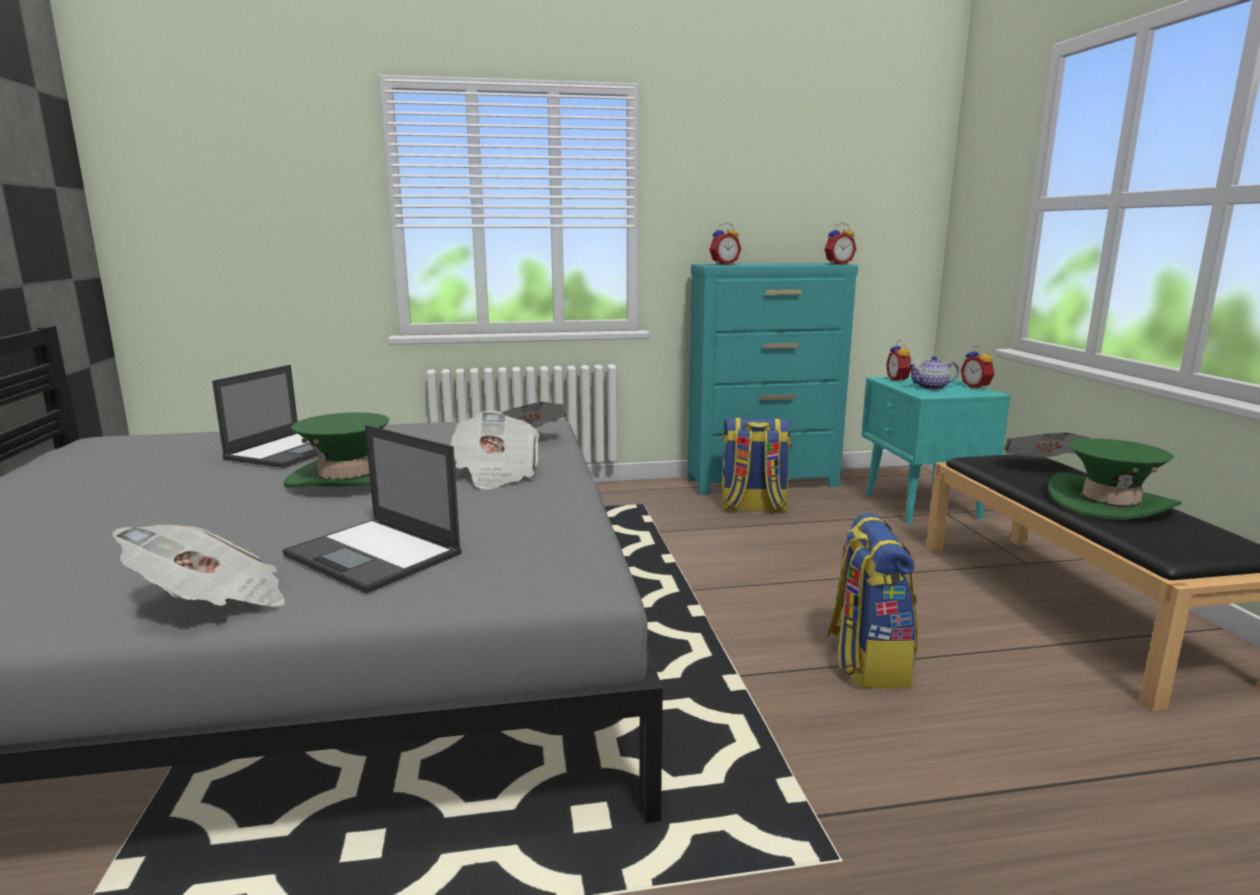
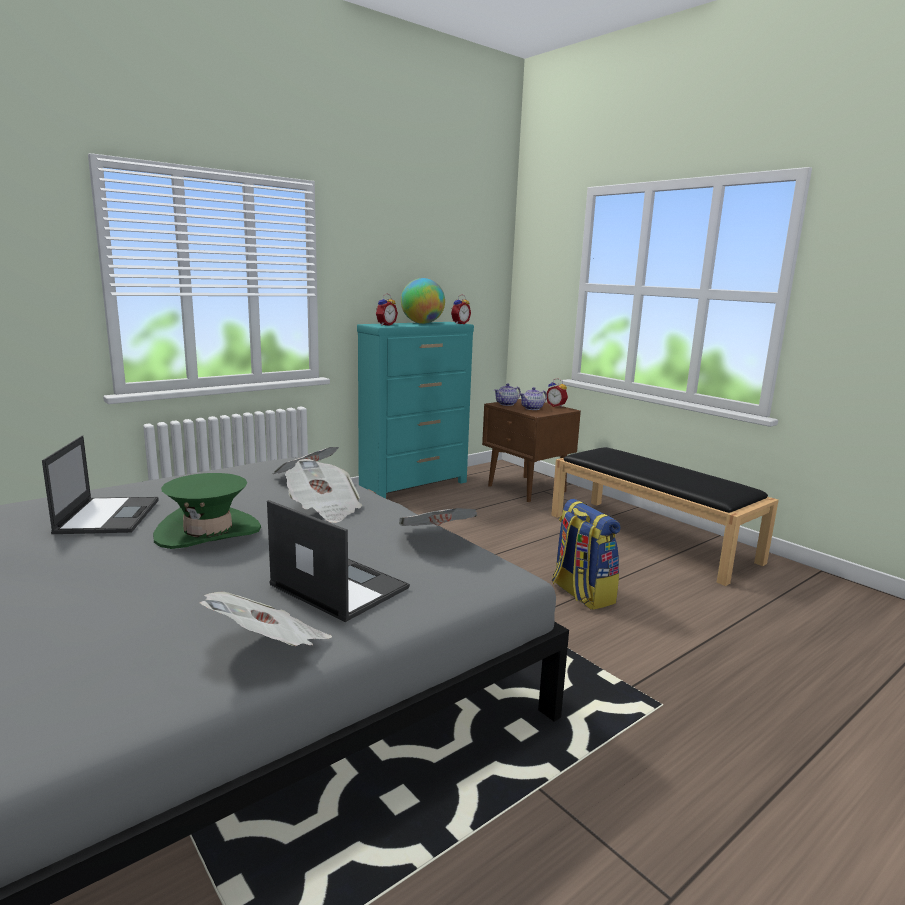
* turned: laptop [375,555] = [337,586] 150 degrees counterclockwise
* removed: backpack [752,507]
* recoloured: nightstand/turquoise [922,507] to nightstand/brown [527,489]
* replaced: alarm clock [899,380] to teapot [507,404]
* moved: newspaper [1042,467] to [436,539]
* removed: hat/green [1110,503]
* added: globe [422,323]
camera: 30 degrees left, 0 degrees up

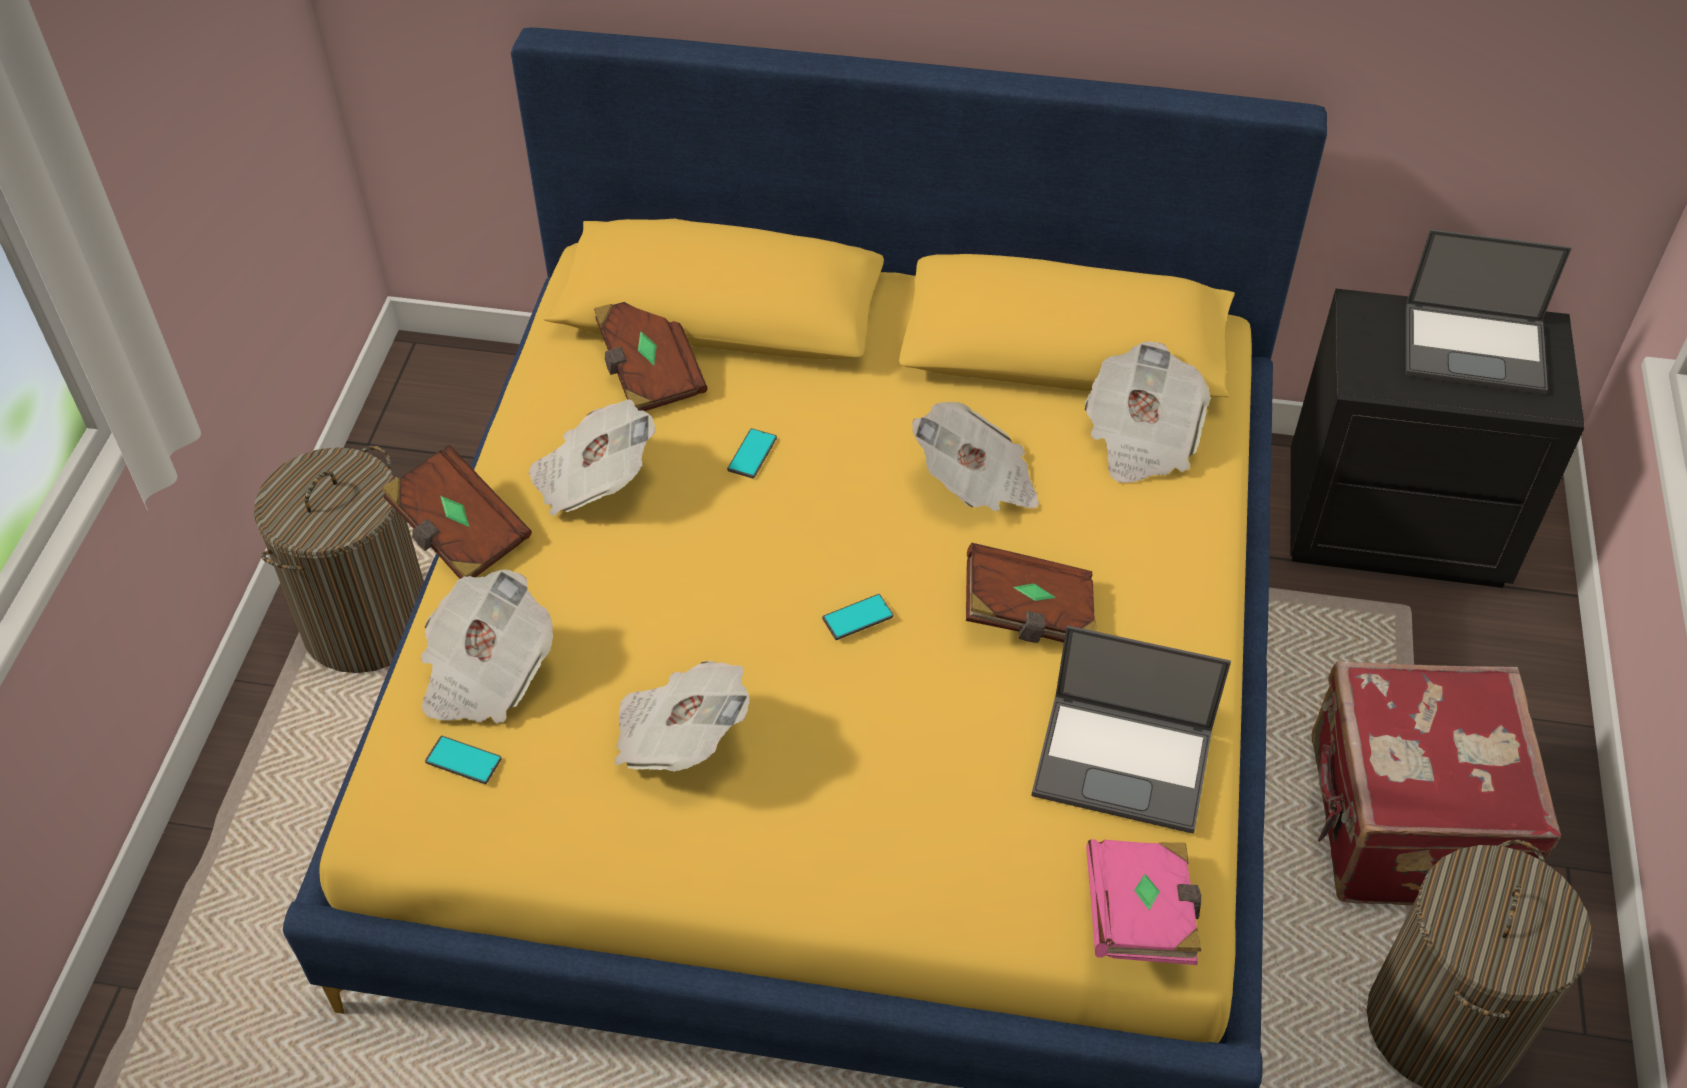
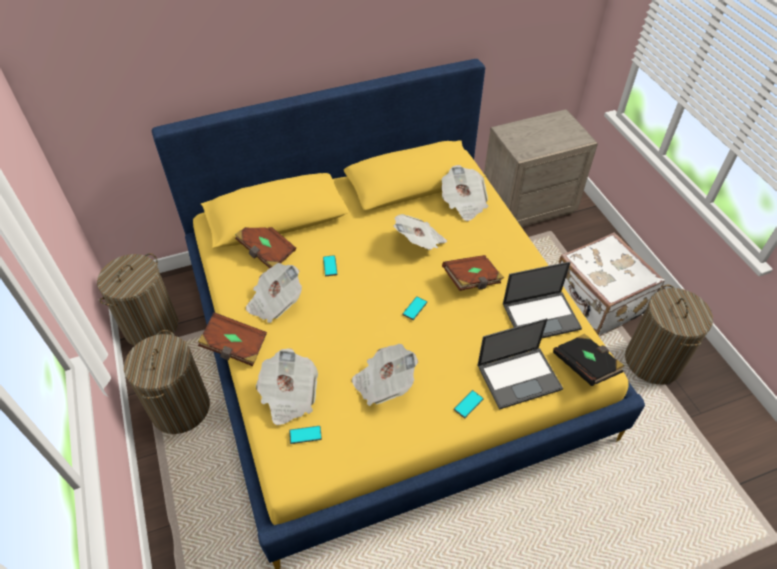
* recoloured: book/pink [1140,915] to book/black [585,366]
* recoloured: nightstand/black [1394,521] to nightstand/beige [527,205]
* recoloured: suitcase/red [1404,824] to suitcase/white [598,302]
* moved: laptop [1476,348] to [520,376]
* added: laundry basket [151,326]
* added: phone [468,404]
camera: 30 degrees left, 0 degrees up

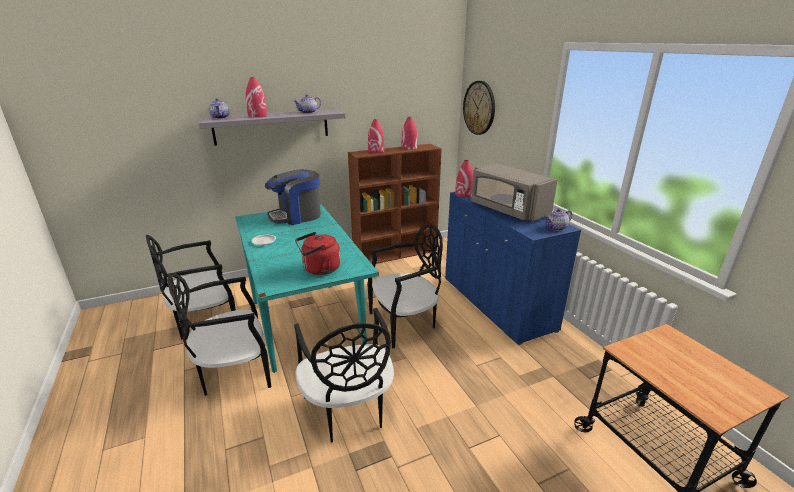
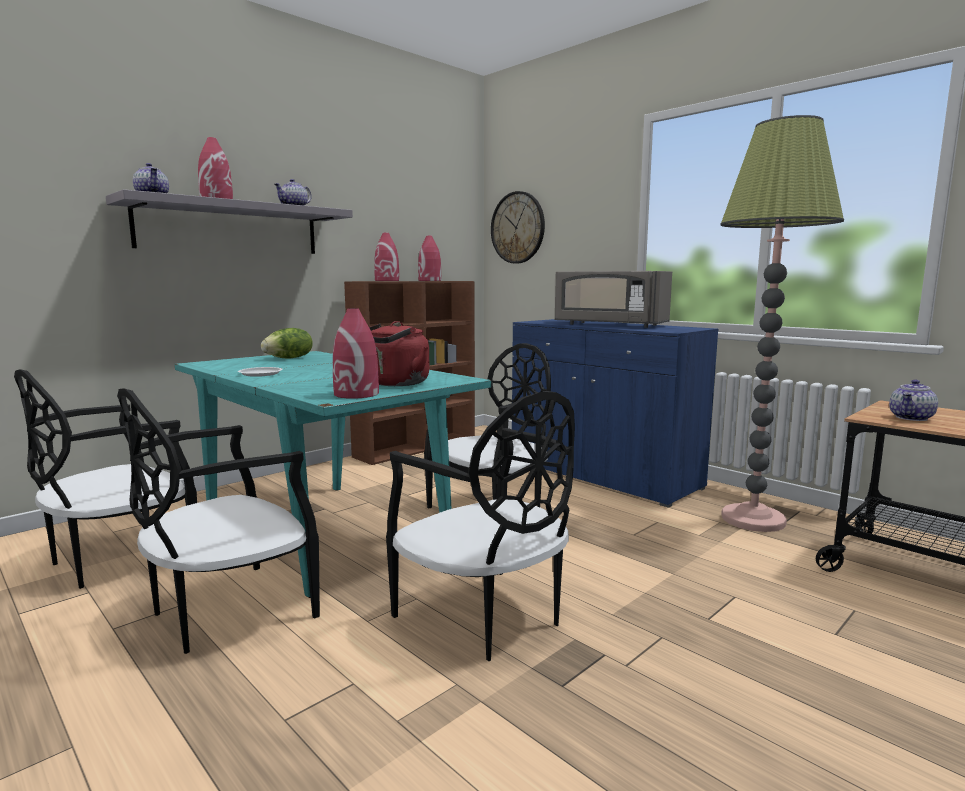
* replaced: coffee machine [296,216] to lettuce [289,358]
* moved: vase/red [464,194] to [356,394]
* moved: teapot [556,228] to [911,418]
* added: floor lamp [753,519]
camera: 20 degrees left, 15 degrees down

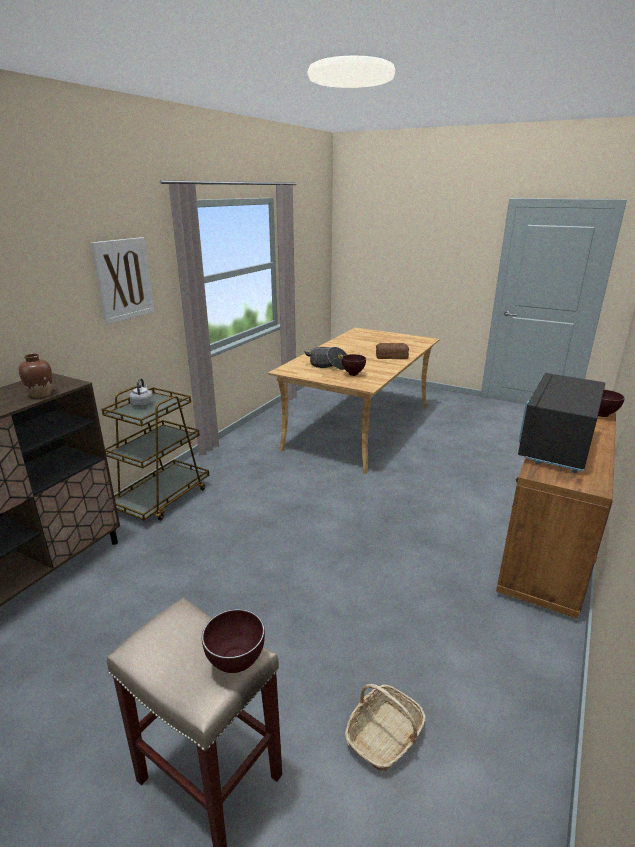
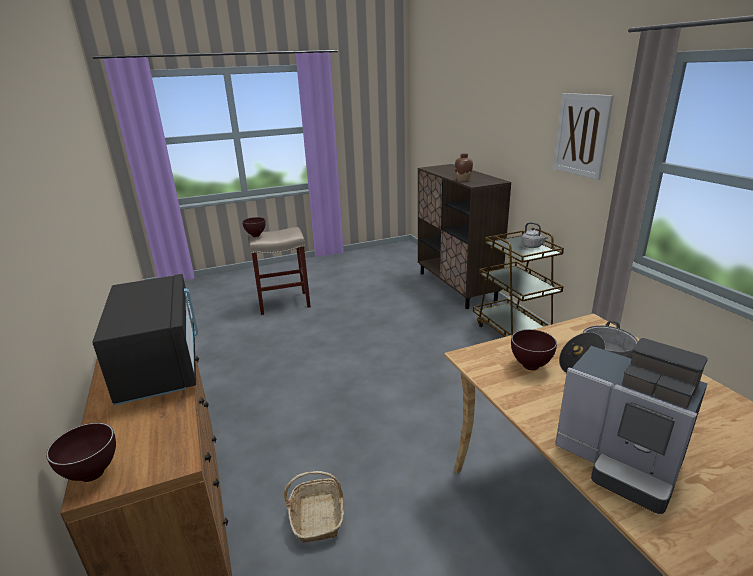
* moved: basket [384,736] to [317,516]
* replaced: bread [391,356] to coffee machine [620,462]
camera: 130 degrees right, 0 degrees up

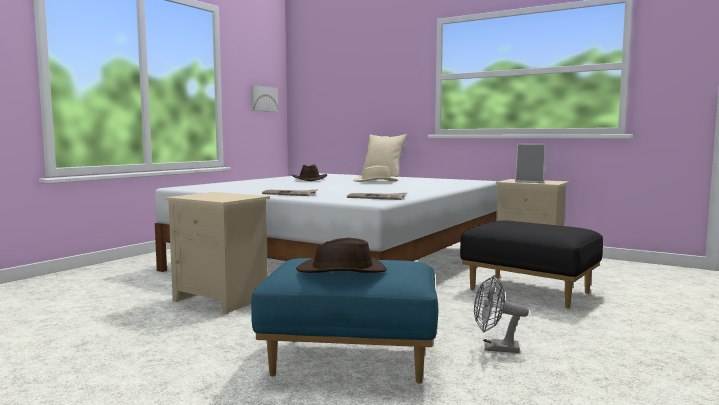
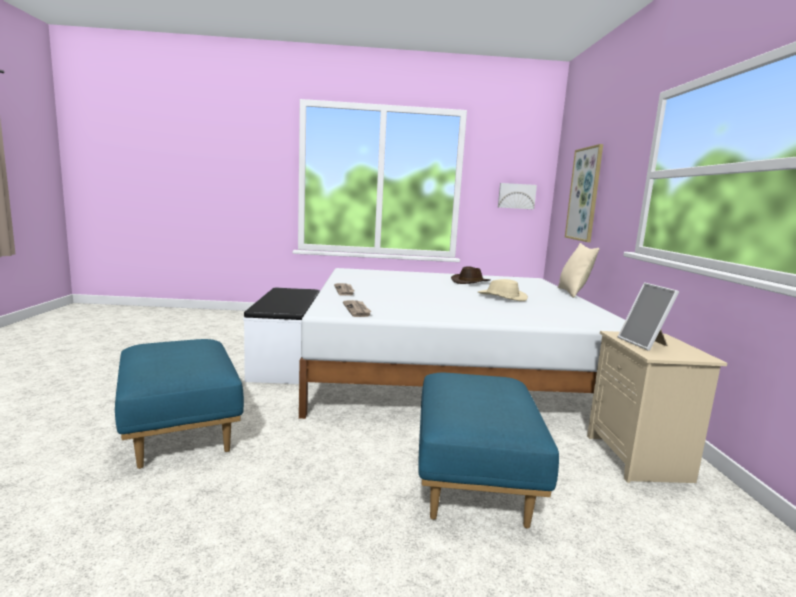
* replaced: nightstand/beige [223,299] to bench/white [287,361]
* removed: hat/brown [342,271]
* recoloured: ottoman/black [530,291] to ottoman/blue [475,481]
* removed: fan/grey [495,348]
* added: picture [584,194]
camera: 55 degrees right, 5 degrees up

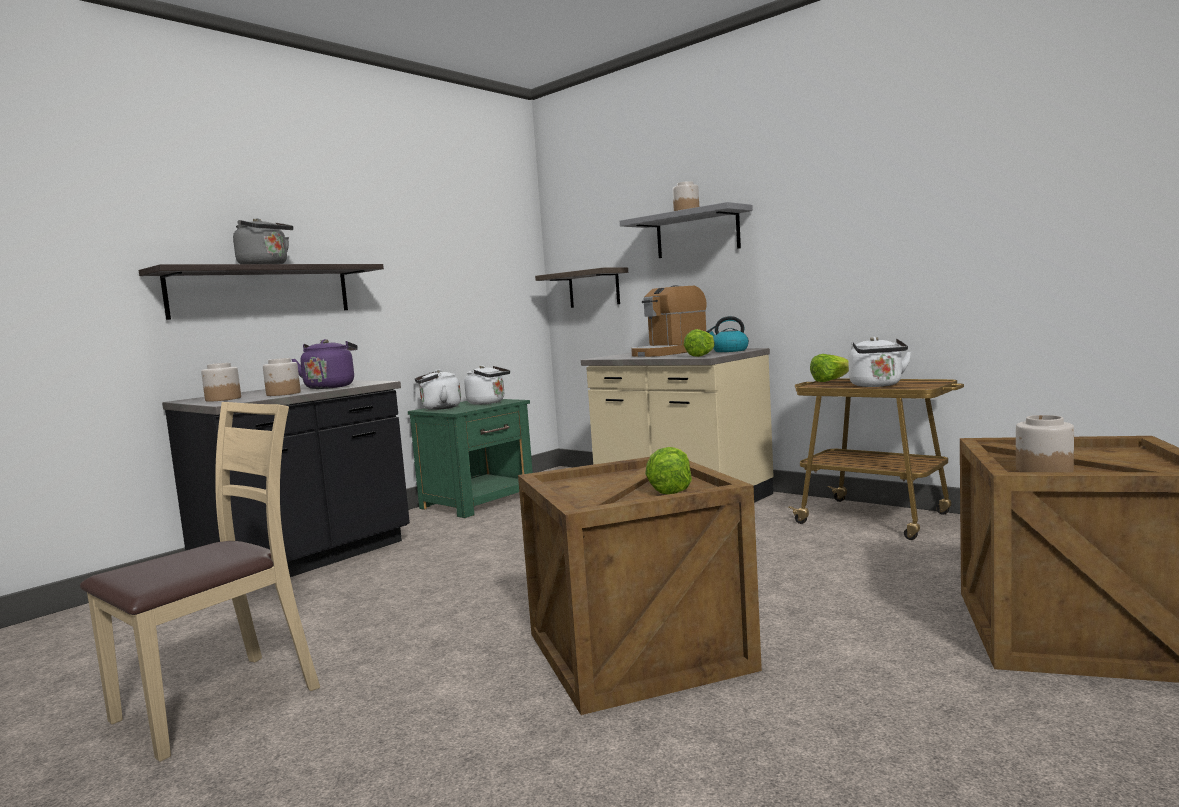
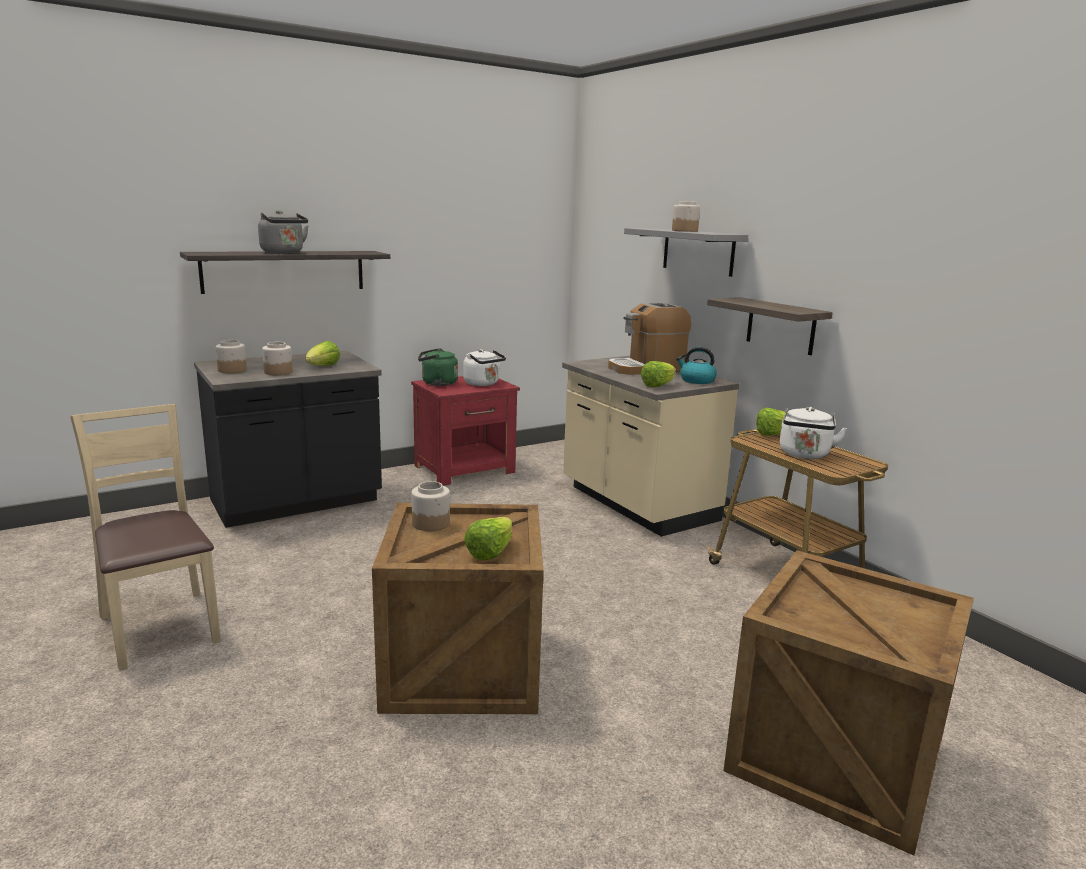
* turned: chair/beige [219,702] = [160,627] 90 degrees counterclockwise
* replaced: kettle/purple [330,387] to lettuce [322,367]
* recoloured: nightstand/green [479,502] to nightstand/red [466,469]
* recoloured: kettle/white [438,408] to kettle/green [437,383]
* moved: shelf [594,288] to [780,326]
* moved: jar [1043,470] to [431,523]
camera: 15 degrees right, 10 degrees up

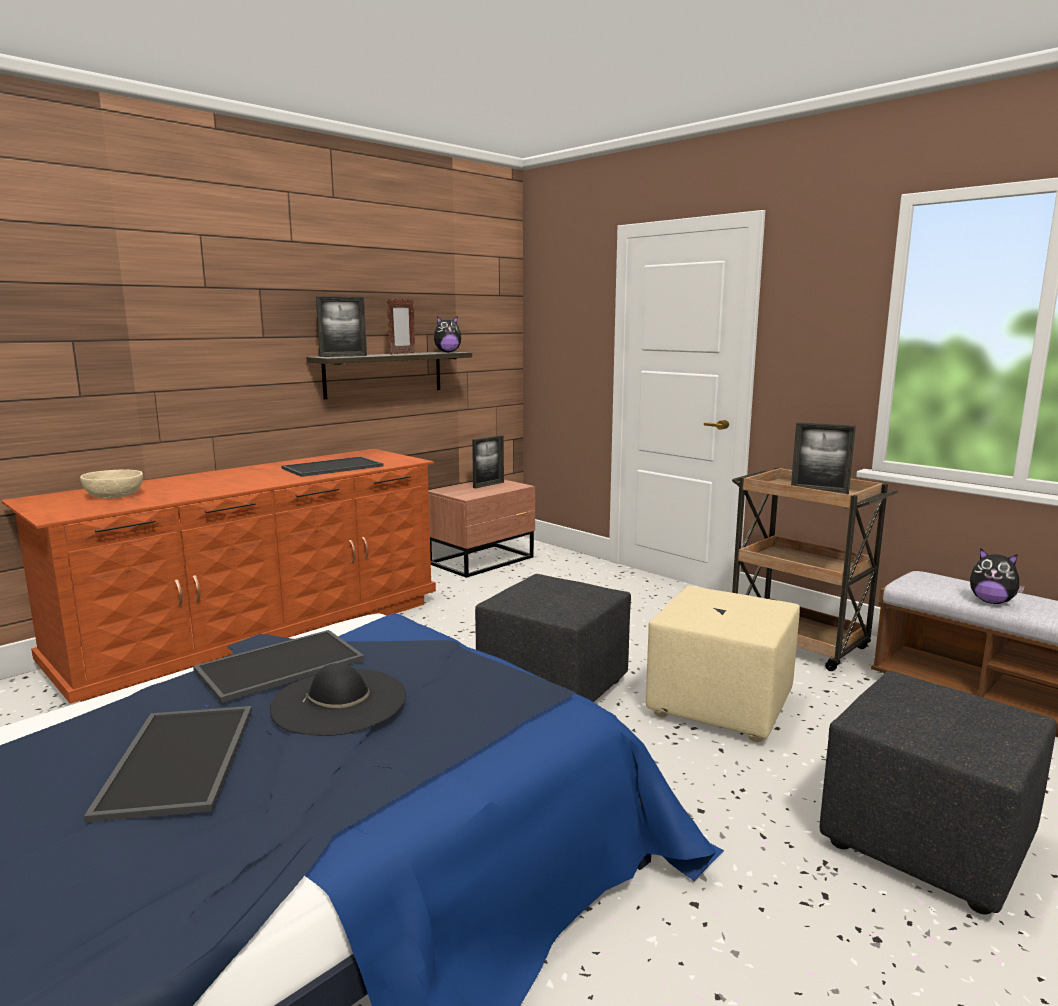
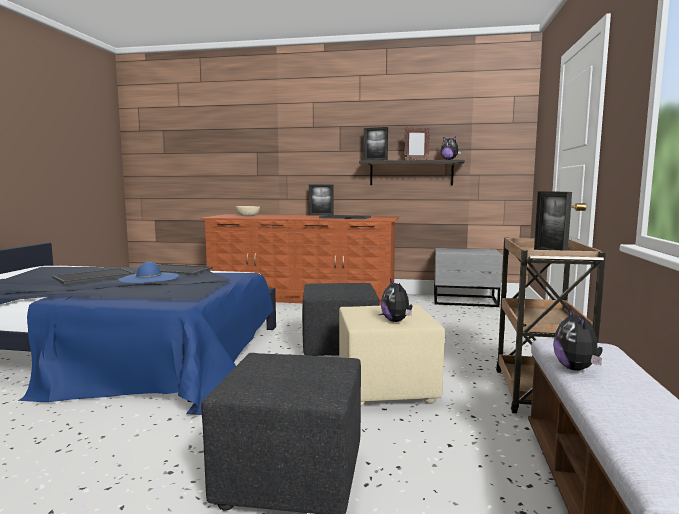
* recoloured: hat/black [339,701] to hat/blue [149,278]
* recoloured: nightstand/brown [484,561] to nightstand/grey [466,301]
* moved: picture frame [488,485] to [321,215]
* added: plush toy [396,321]
camera: 55 degrees right, 5 degrees down

